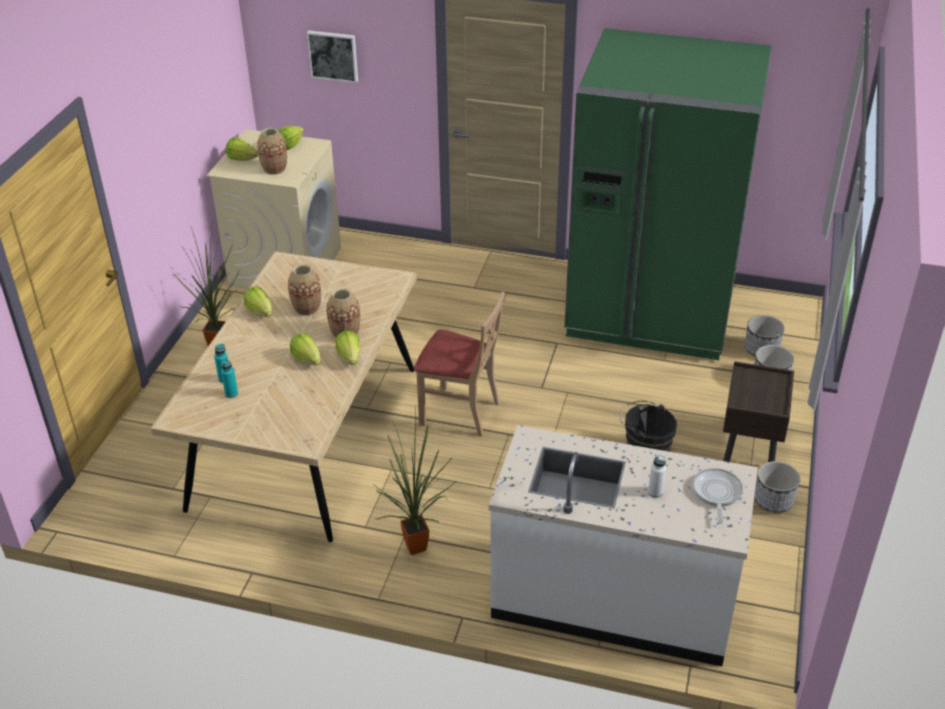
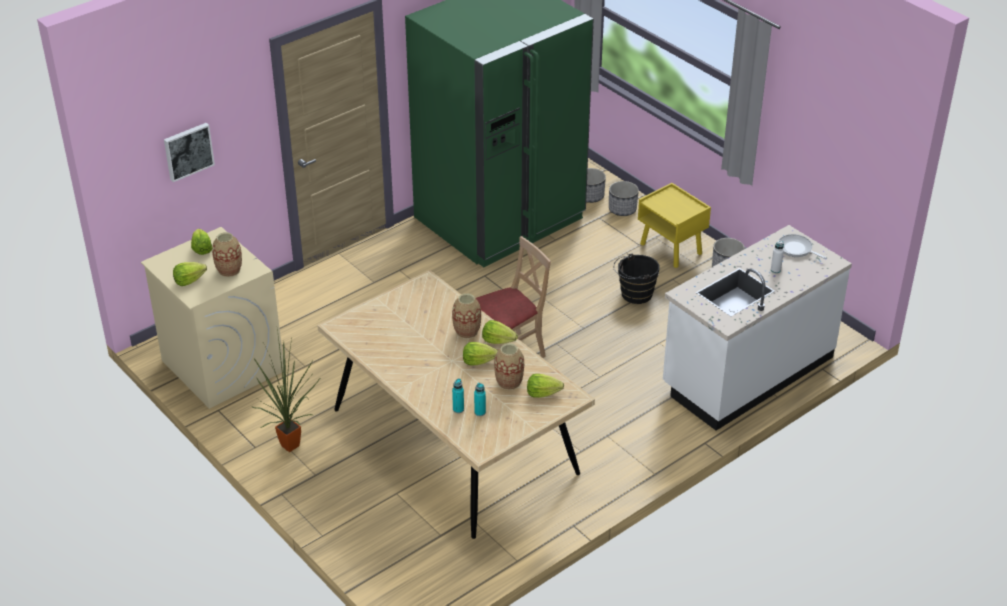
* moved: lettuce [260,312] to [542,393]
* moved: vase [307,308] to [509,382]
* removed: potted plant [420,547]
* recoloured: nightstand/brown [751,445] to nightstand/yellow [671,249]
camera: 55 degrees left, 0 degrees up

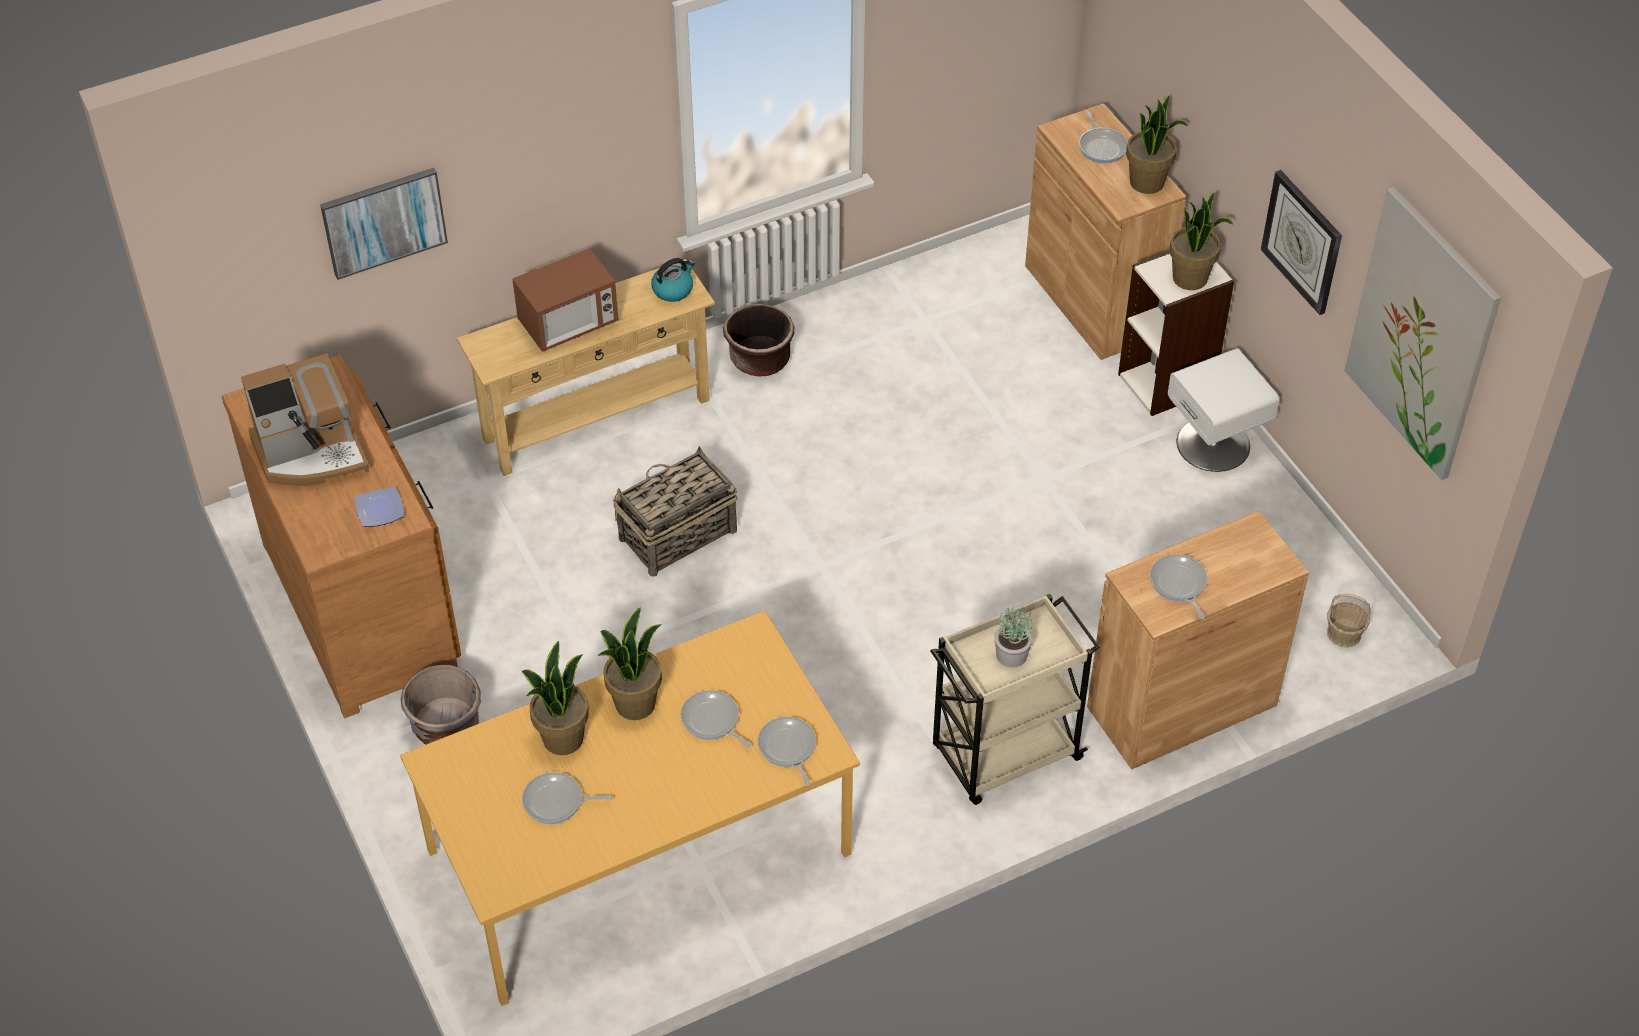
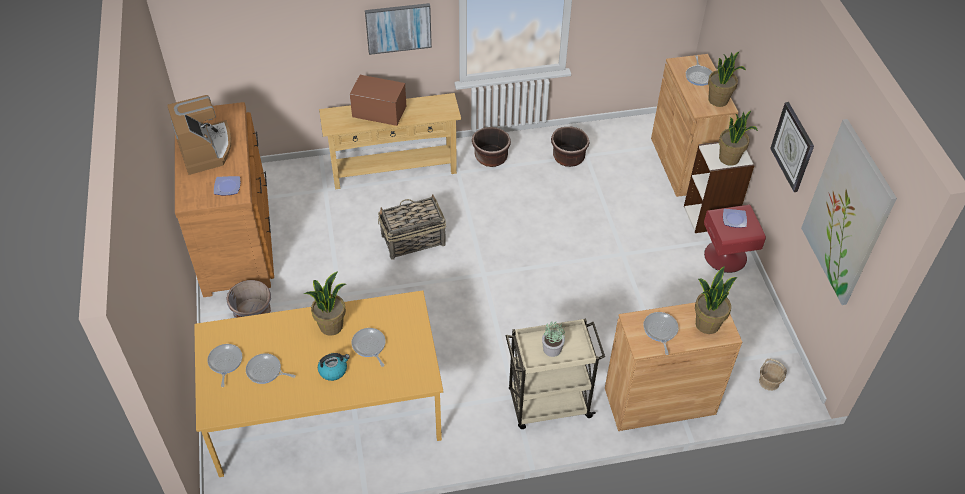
* turned: coffee machine [311,453] = [206,149] 105 degrees counterclockwise
* moved: picture [383,221] to [398,28]
* turned: microwave [568,323] = [379,113] 150 degrees counterclockwise
* moved: potted plant [562,738] to [707,324]
* moved: kettle [673,289] to [333,370]
* moved: frying pan [787,748] to [225,362]
* recoloured: nightstand/white [1214,443] to nightstand/red [726,256]
* added: planter/brown [568,157]
* added: plate [734,220]
camera: 15 degrees right, 0 degrees up

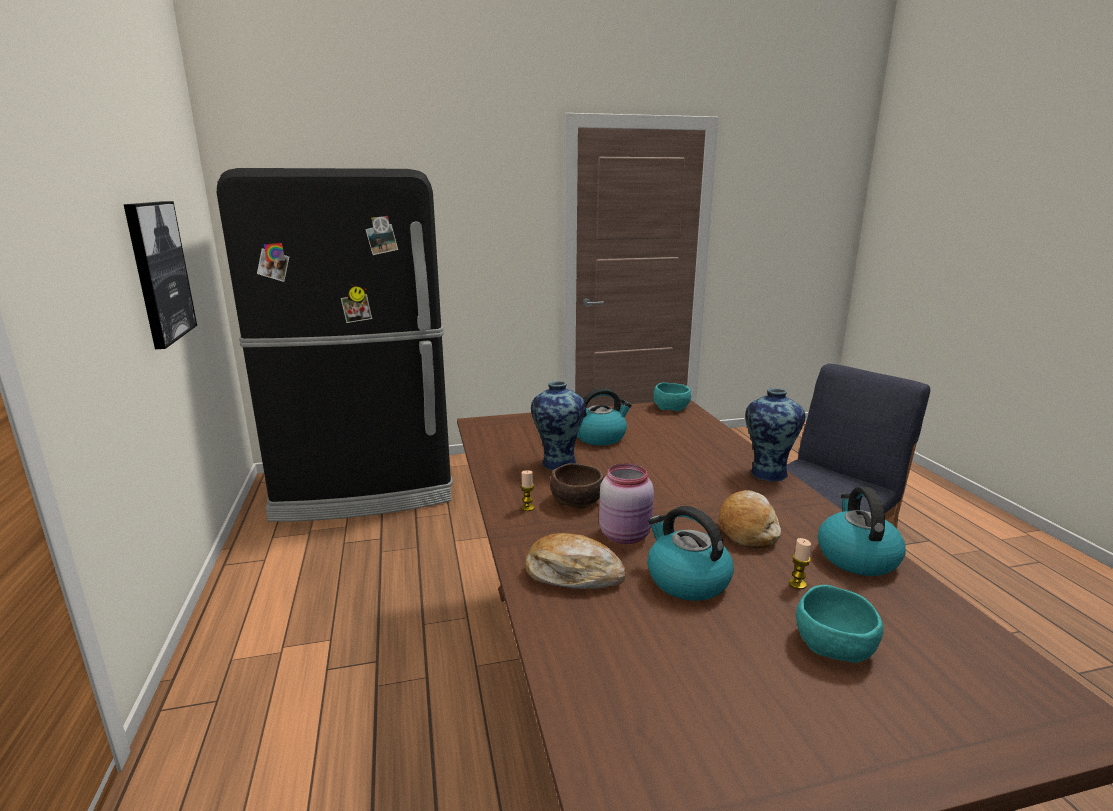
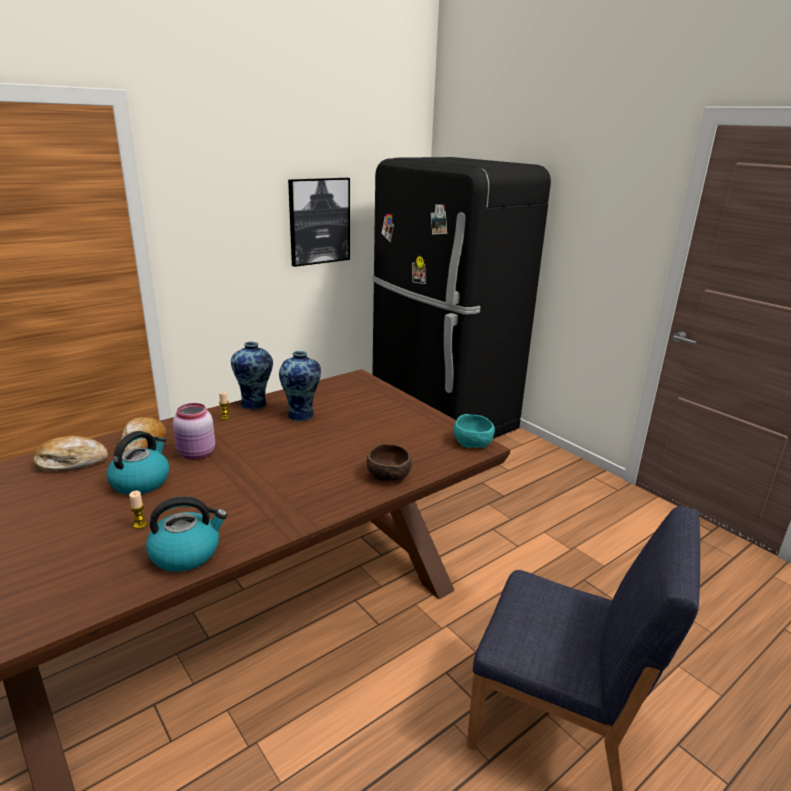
* moved: bowl/brown [578,500] to [389,476]
* removed: kettle [600,437]
* moved: bread [747,529] to [71,462]
* moved: vase [767,473] to [255,404]
* removed: bowl/turquoise [835,645]
camera: 65 degrees right, 5 degrees up

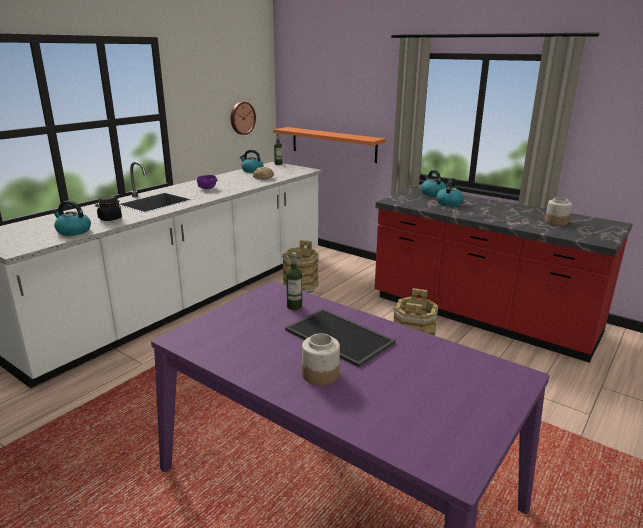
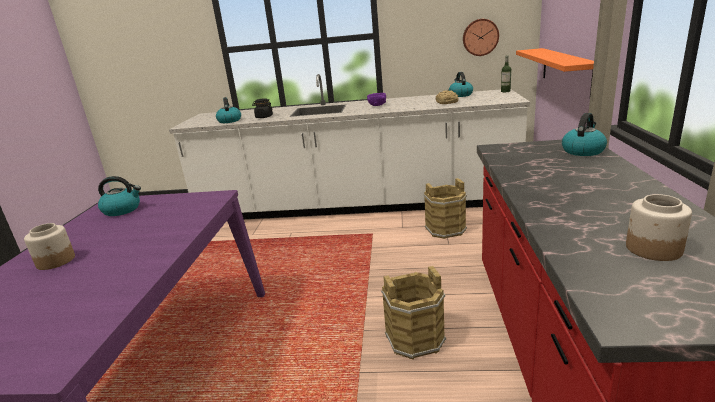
* removed: tray [340,336]
* removed: bottle [294,306]
* moved: kettle [449,203] to [122,210]
camera: 60 degrees right, 0 degrees up

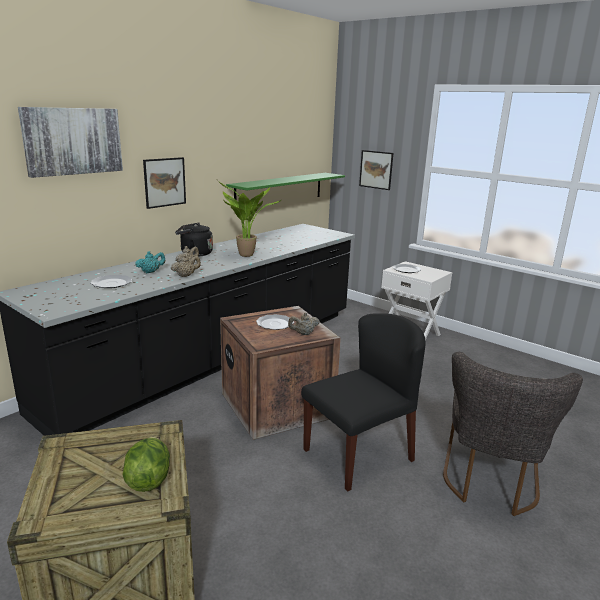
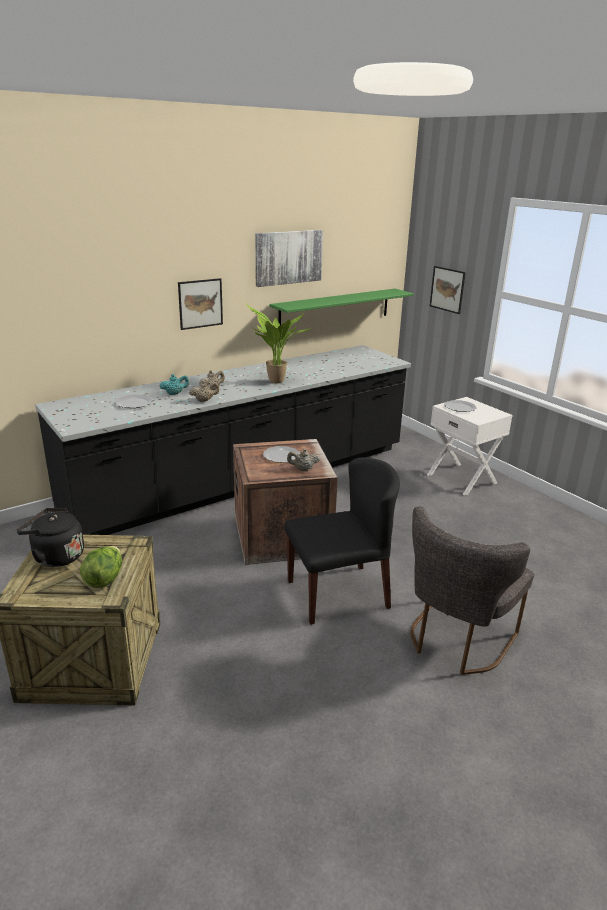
* moved: picture [73,141] to [288,257]
* moved: kettle/black [194,254] to [56,556]
camera: 15 degrees right, 5 degrees up

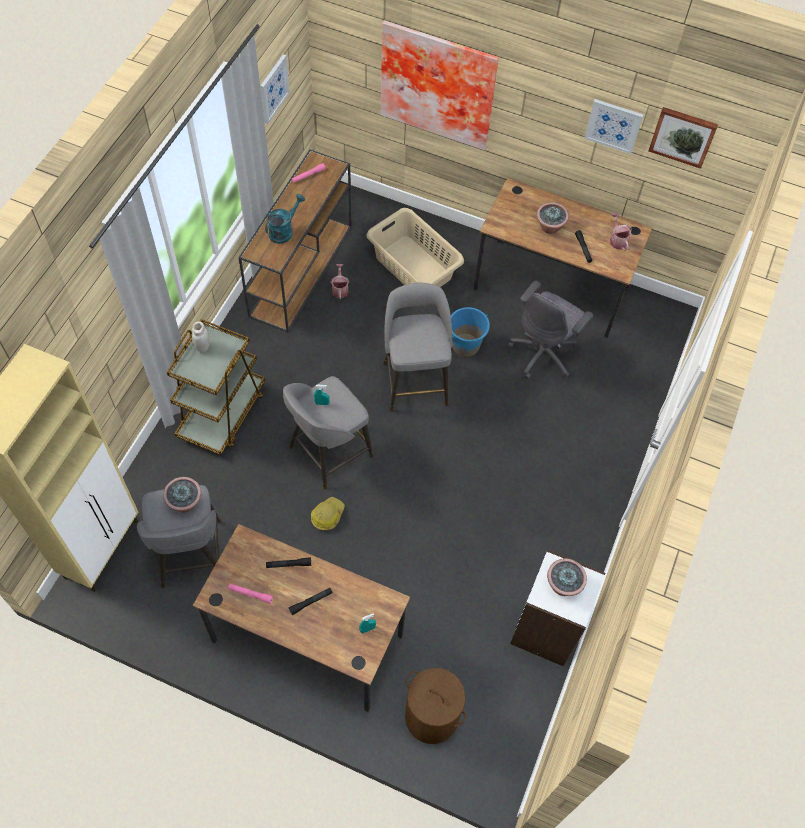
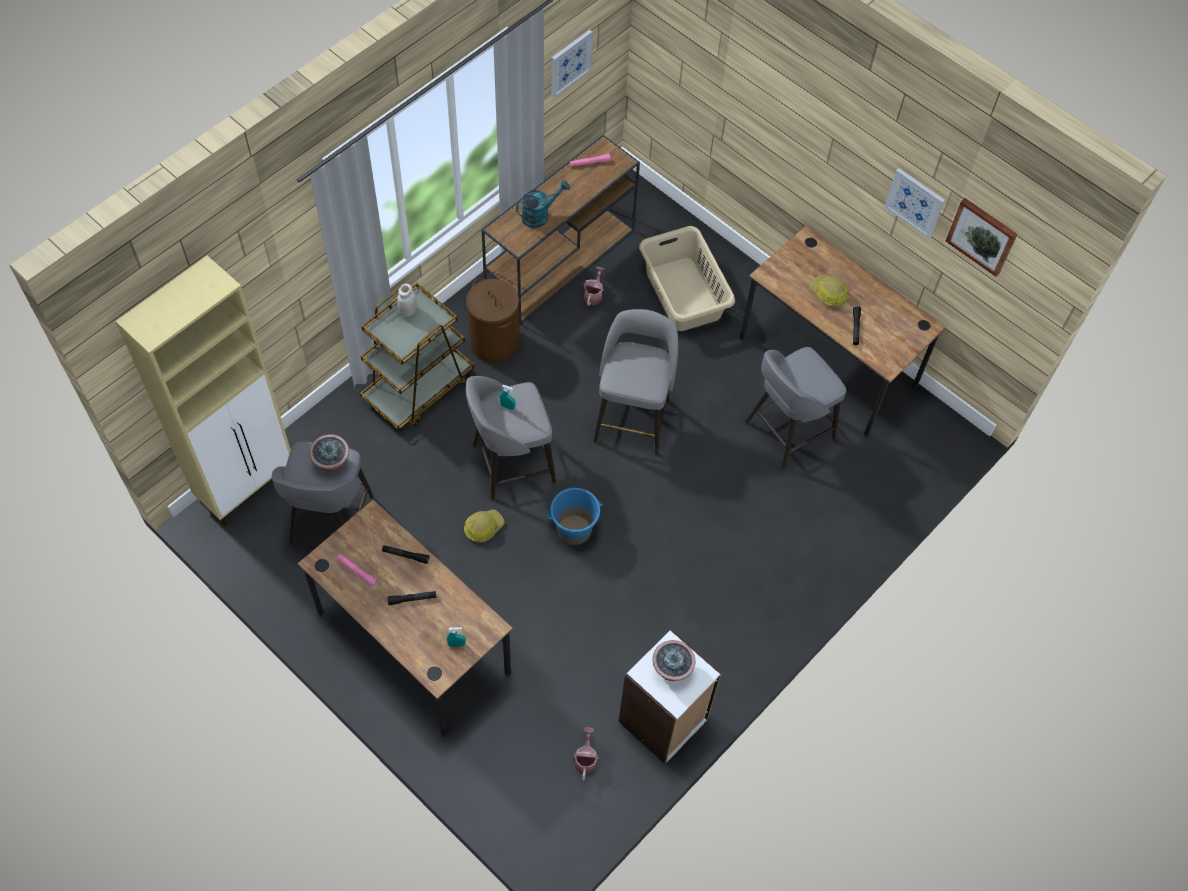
* removed: picture [438,83]
* moved: laundry basket/brown [431,716] to [494,342]
* moved: bucket/blue [465,345] to [574,529]
* replaced: office chair/grey [543,353] to stool/grey [787,431]
* replaced: potted plant [549,227] to hard hat [828,294]
* moved: watering can [617,240] to [585,759]
camera: 20 degrees right, 0 degrees up

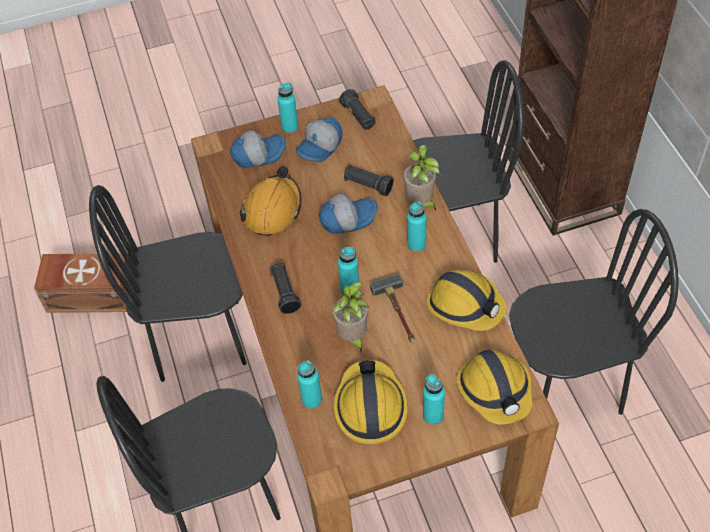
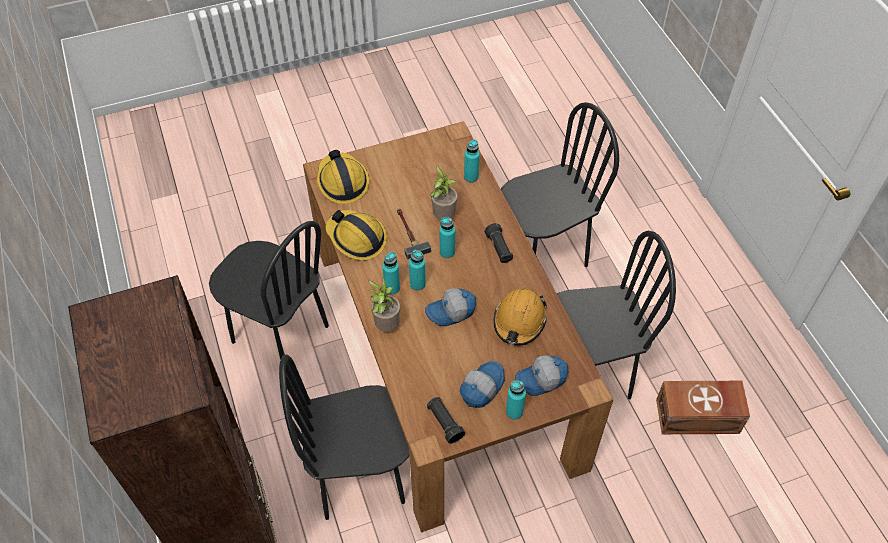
* removed: hard hat [370,406]
* removed: flashlight/black [368,185]
* moved: bottle/turquoise [433,415] to [417,284]
* turned: chair/black [565,385] = [280,335] 135 degrees counterclockwise
camera: 175 degrees right, 0 degrees up

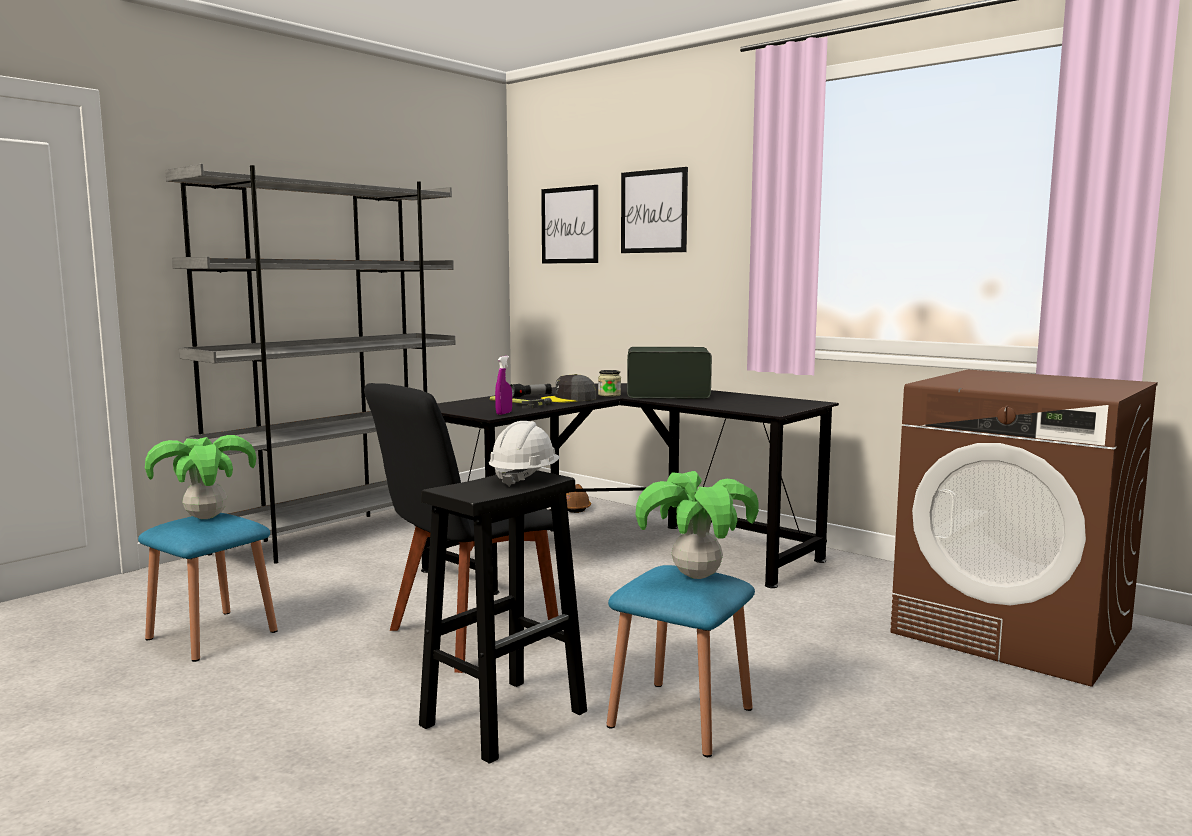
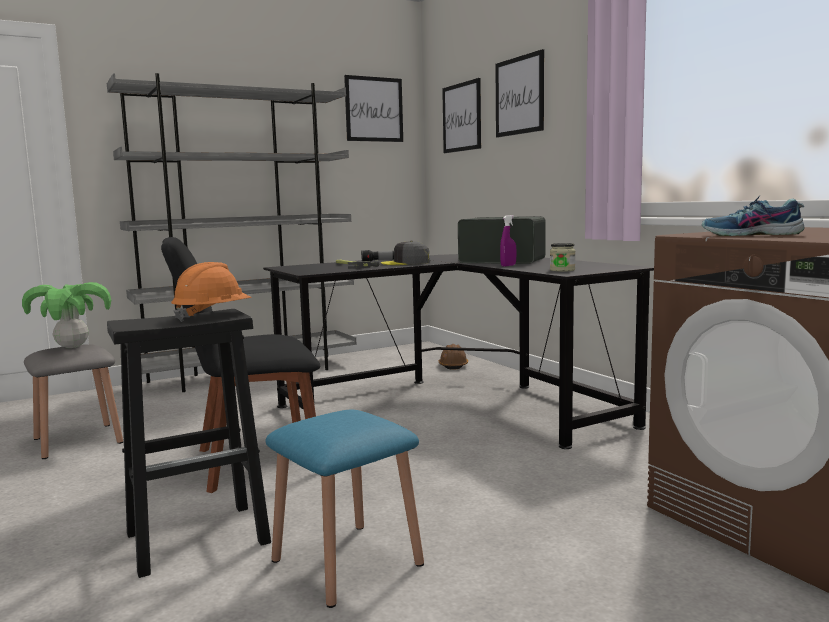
* recoloured: stool/blue [212,635] to stool/grey [78,440]
* recoloured: hard hat/white [524,478] to hard hat/orange [212,316]
* moved: spray bottle/purple [504,413] to [508,265]
* moved: jar [609,395] to [562,270]
* removed: potted plant [697,576]
* added: picture [374,109]
* added: shoe [751,235]
camera: 20 degrees right, 0 degrees up

